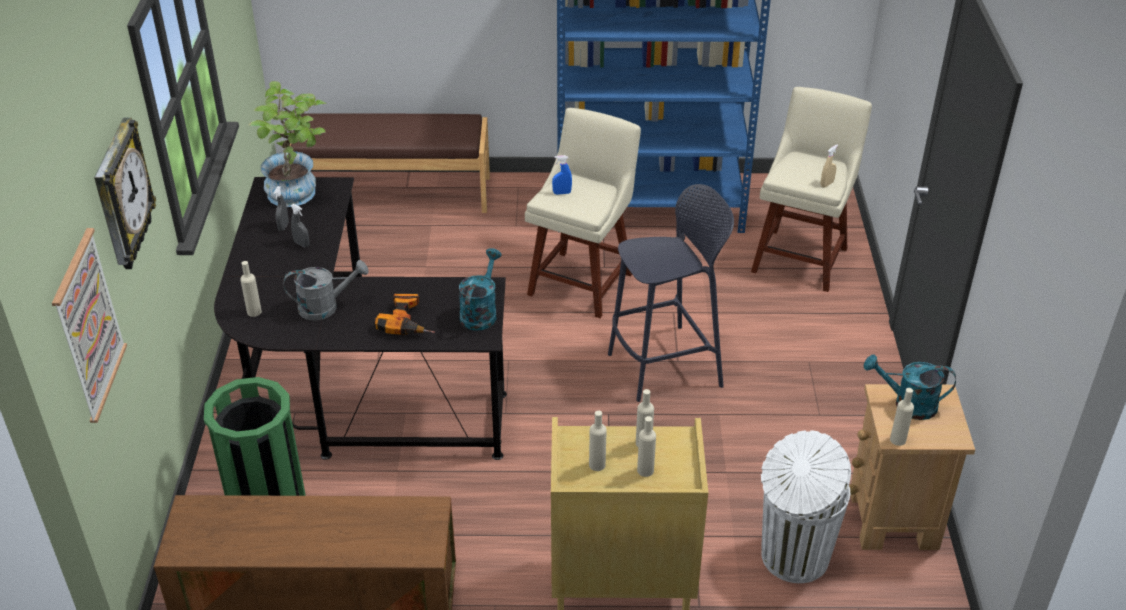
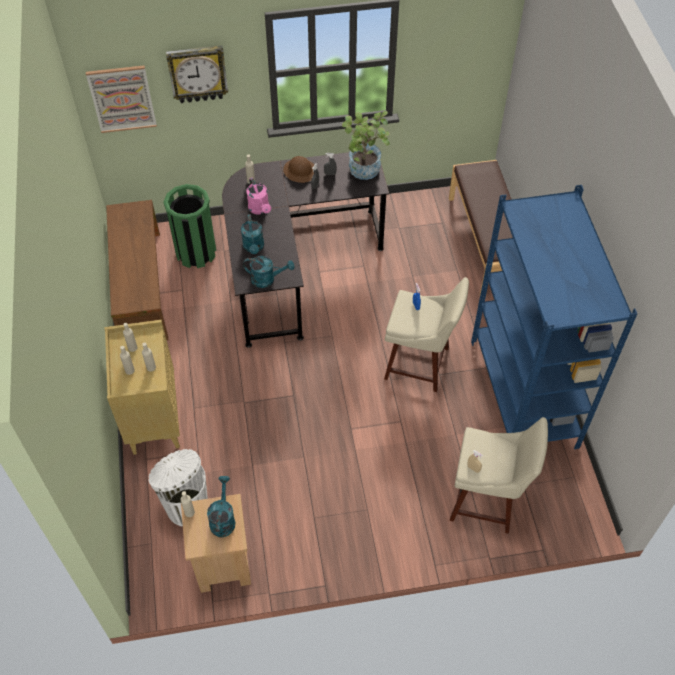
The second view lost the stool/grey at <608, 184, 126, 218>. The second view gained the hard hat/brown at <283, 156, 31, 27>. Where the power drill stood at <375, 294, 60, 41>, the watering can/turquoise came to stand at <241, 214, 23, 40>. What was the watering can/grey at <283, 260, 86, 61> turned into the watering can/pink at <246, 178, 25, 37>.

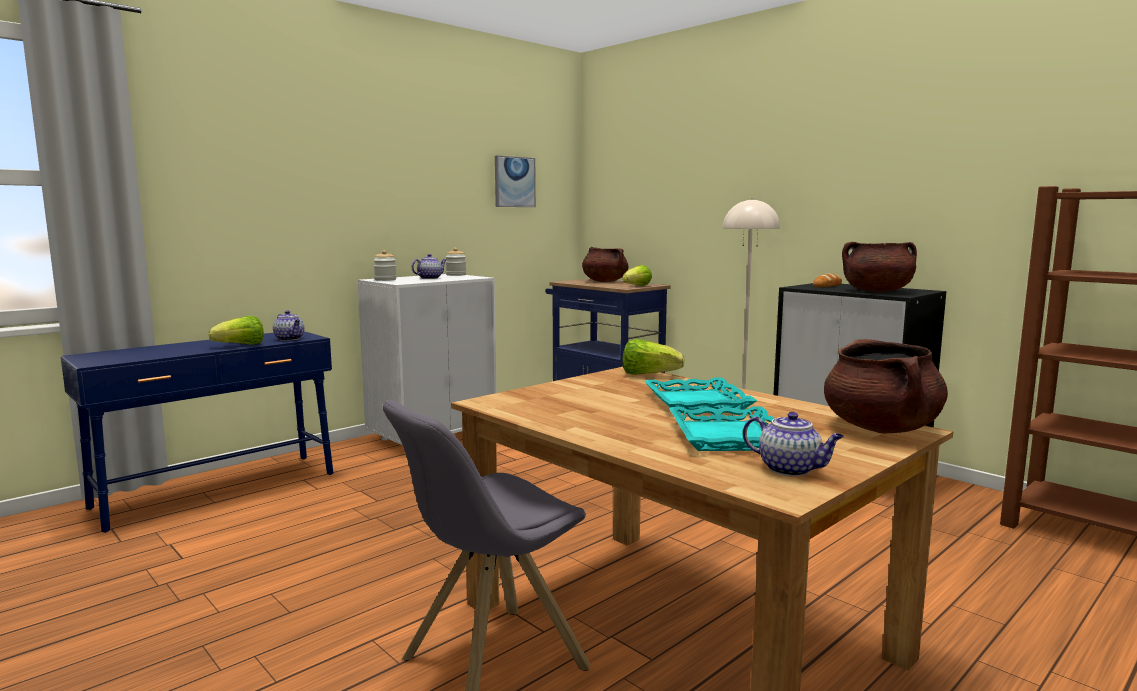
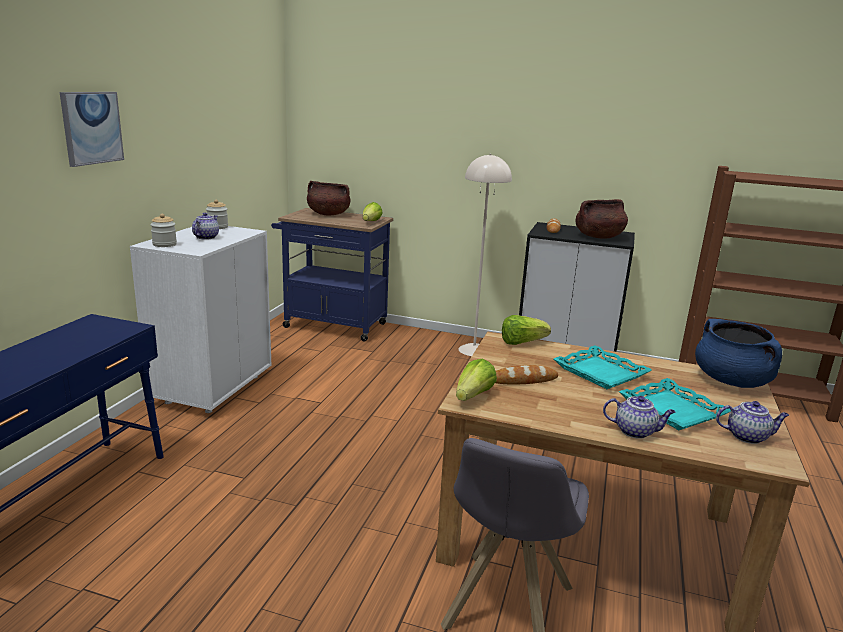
The second view gained the bread at <496, 365, 62, 19>. The lettuce ended up elsewhere, having gone from <209, 316, 55, 29> to <456, 359, 41, 42>. The teapot ended up elsewhere, having gone from <273, 310, 32, 31> to <603, 396, 72, 43>. The picture ended up elsewhere, having gone from <495, 155, 41, 52> to <60, 92, 64, 75>. What was the cooking pot/brown at <824, 339, 124, 95> turned into the cooking pot/blue at <695, 319, 87, 69>.

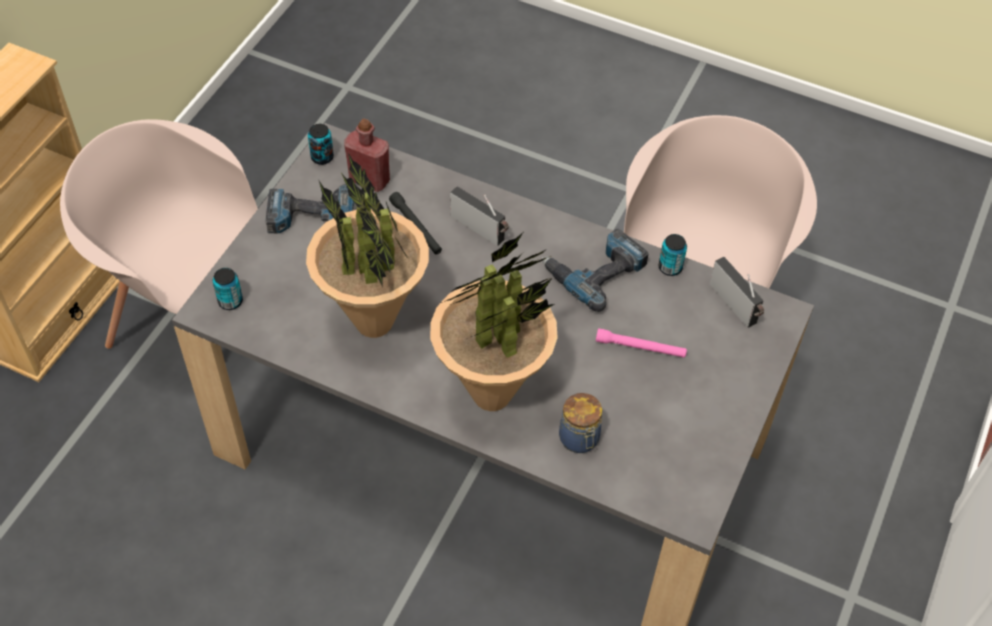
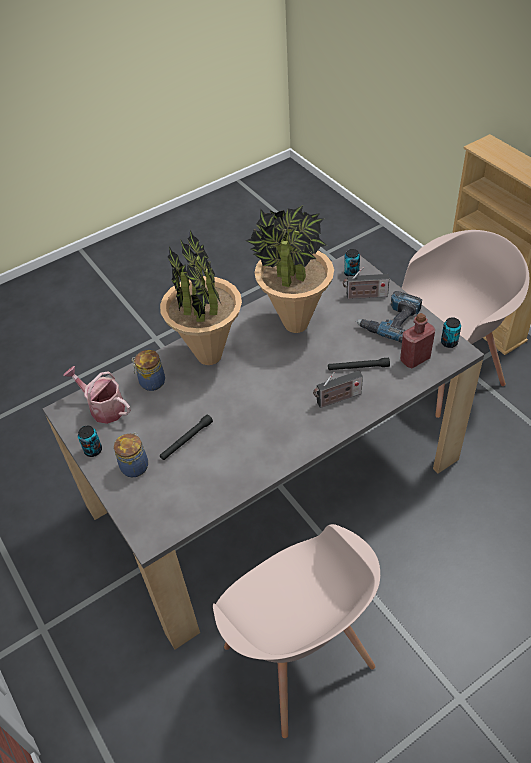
The second view lost the power drill at <542, 228, 107, 84>. The second view gained the watering can at <63, 366, 68, 58>. The second view gained the jar at <114, 433, 34, 44>. The can ended up elsewhere, having gone from <658, 234, 29, 42> to <78, 426, 24, 31>. The radio ended up elsewhere, having gone from <710, 257, 54, 71> to <343, 267, 46, 32>. What was the flashlight/pink at <596, 328, 91, 30> turned into the flashlight/black at <160, 414, 53, 46>.

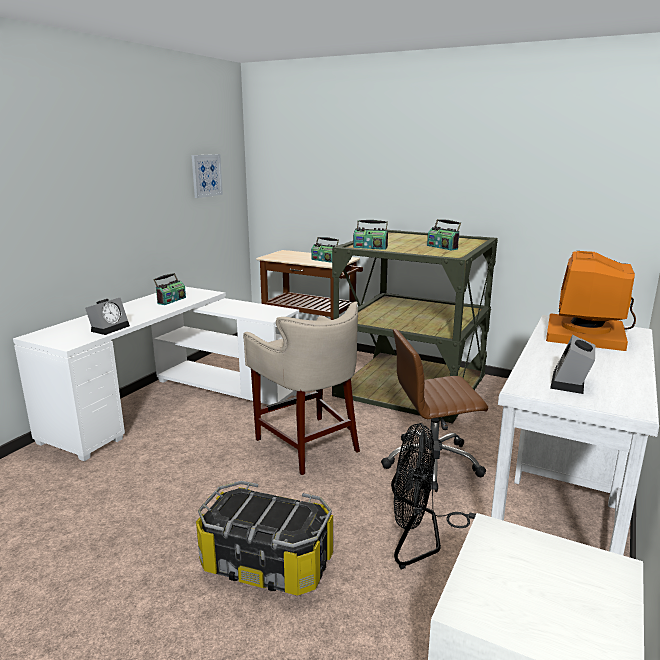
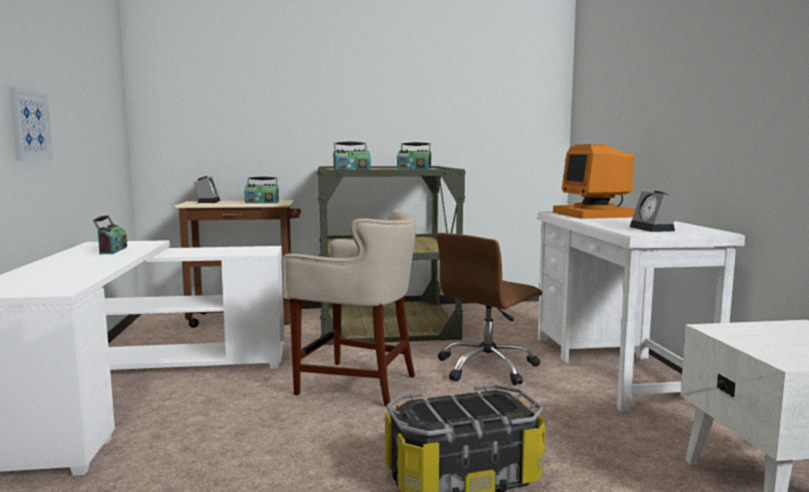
The second view lost the fan/black at <391, 423, 85, 147>. The alarm clock ended up elsewhere, having gone from <85, 298, 45, 37> to <193, 176, 27, 27>. The picture ended up elsewhere, having gone from <192, 154, 31, 44> to <9, 87, 44, 74>.

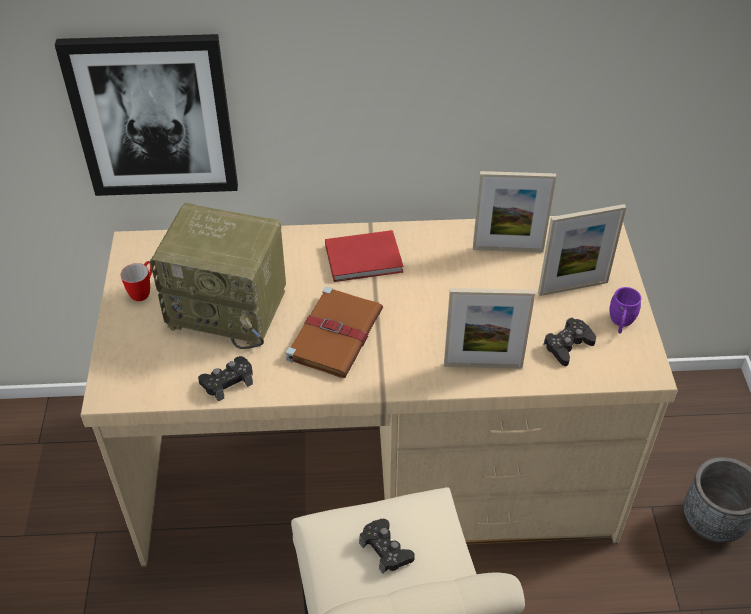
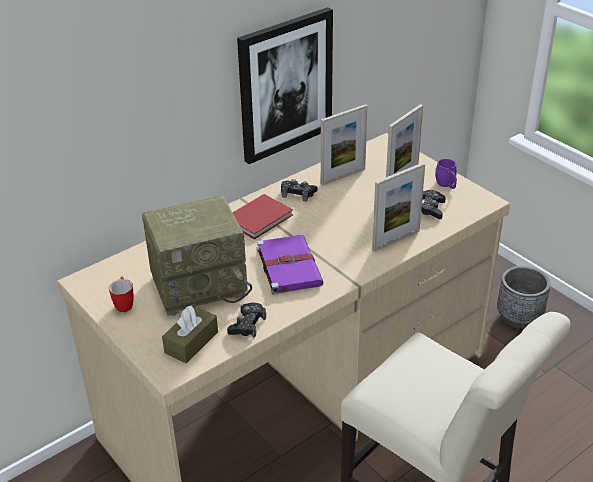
The second view gained the tissue box/brown at <162, 305, 56, 58>. The picture ended up elsewhere, having gone from <55, 34, 183, 162> to <237, 7, 96, 157>. The game controller/black ended up elsewhere, having gone from <359, 519, 56, 55> to <281, 179, 36, 23>. What was the book/brown at <286, 287, 97, 91> turned into the book/purple at <257, 235, 67, 60>.

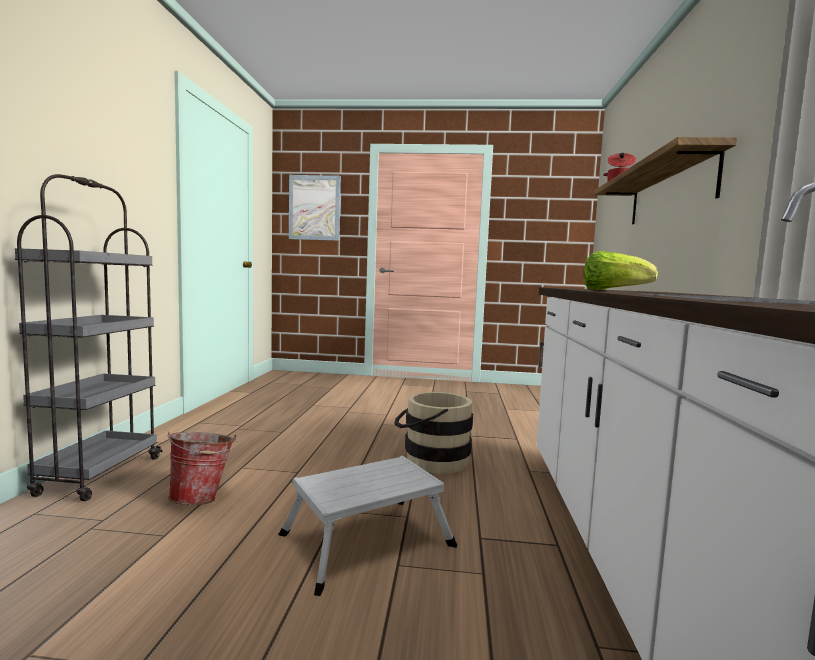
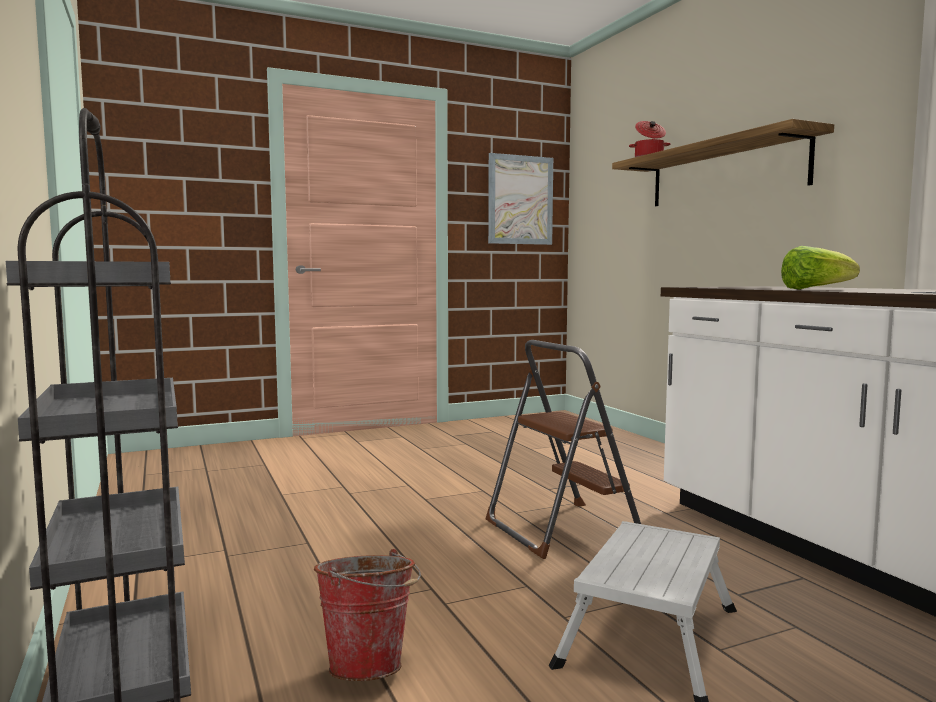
The picture ended up elsewhere, having gone from <289, 175, 52, 66> to <488, 153, 65, 92>. Where the bucket/beige stood at <394, 392, 79, 82>, the step ladder/brown came to stand at <486, 340, 155, 219>.

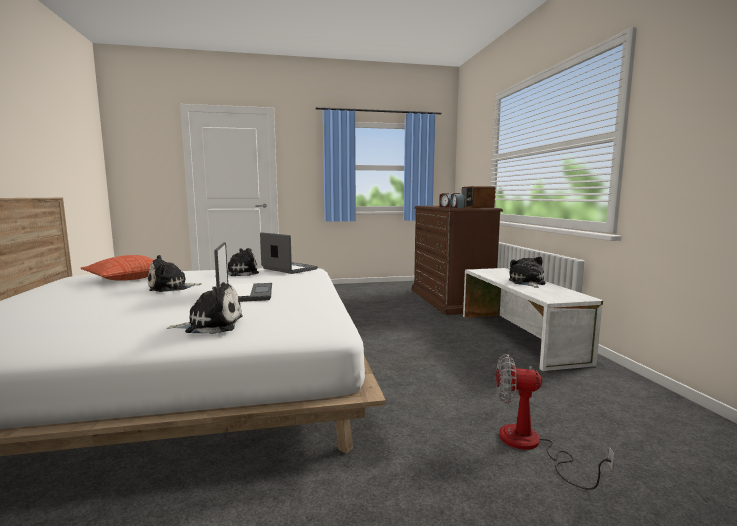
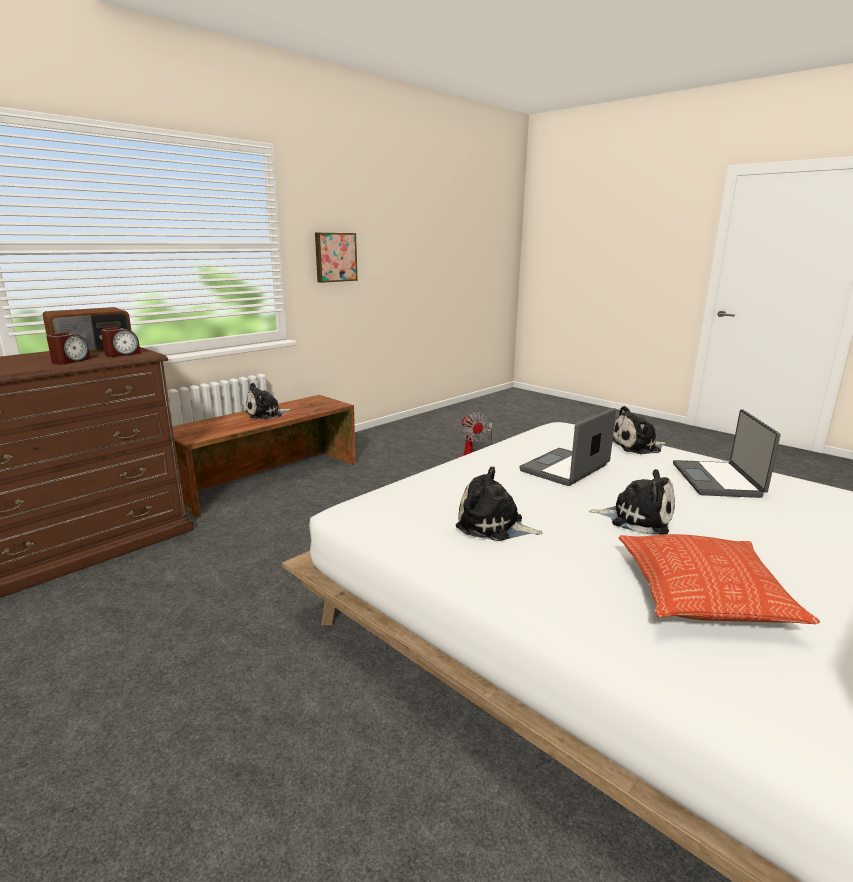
The second view gained the picture at <315, 232, 43, 51>. The laptop ended up elsewhere, having gone from <260, 232, 58, 42> to <673, 409, 107, 89>. What was the bench/white at <463, 268, 140, 103> turned into the bench/brown at <173, 395, 183, 122>. The plush toy at <167, 282, 76, 52> ended up facing another way, 60 degrees counterclockwise from before.

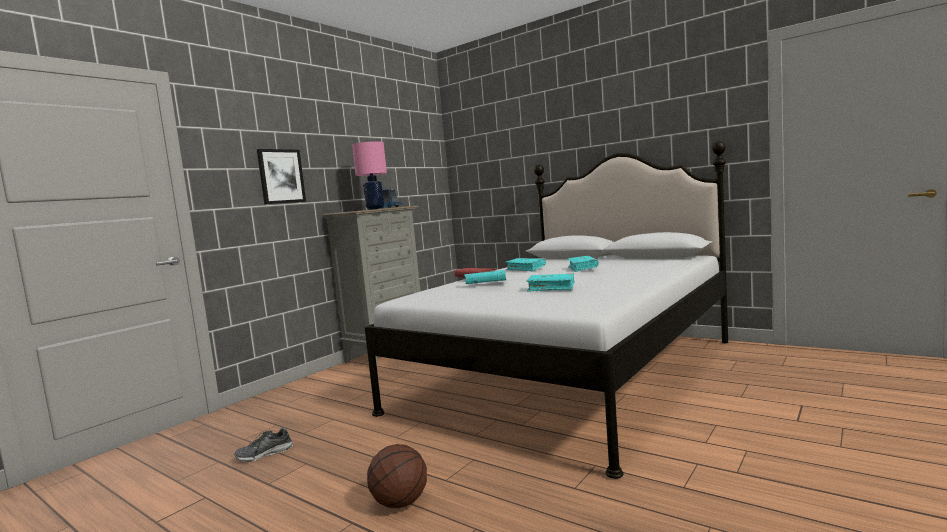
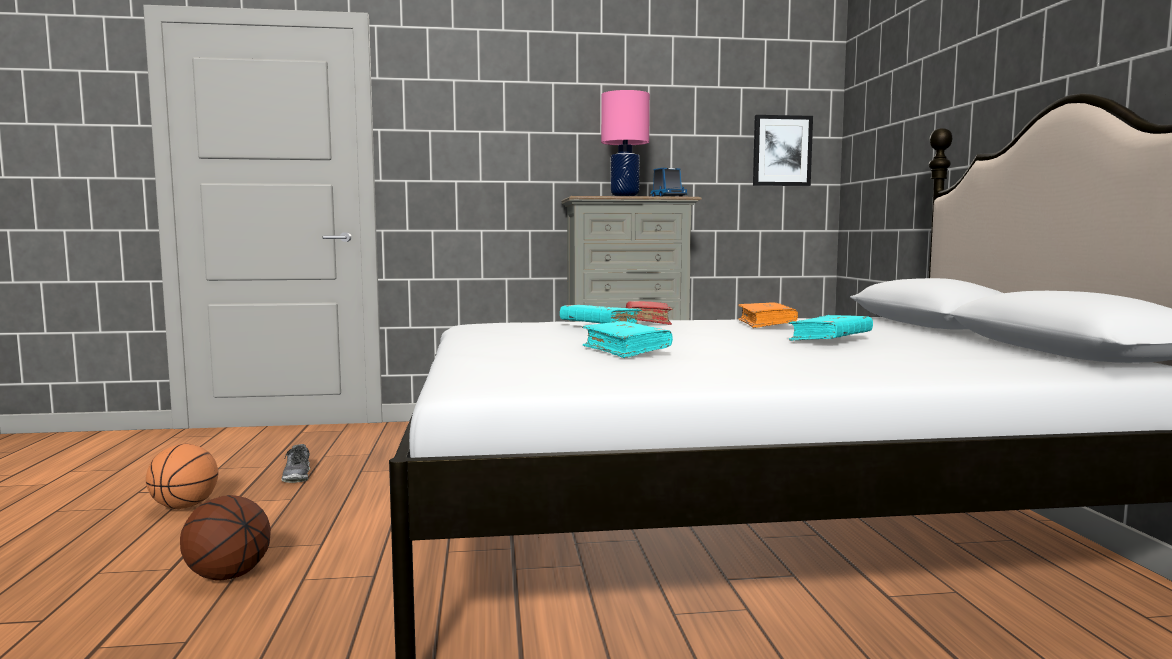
The second view gained the basketball at <146, 443, 72, 66>. The picture ended up elsewhere, having gone from <257, 149, 49, 56> to <753, 115, 60, 71>. What was the book/turquoise at <505, 258, 41, 14> turned into the book/orange at <738, 303, 60, 25>. The shoe at <234, 428, 59, 34> ended up facing another way, 120 degrees counterclockwise from before.

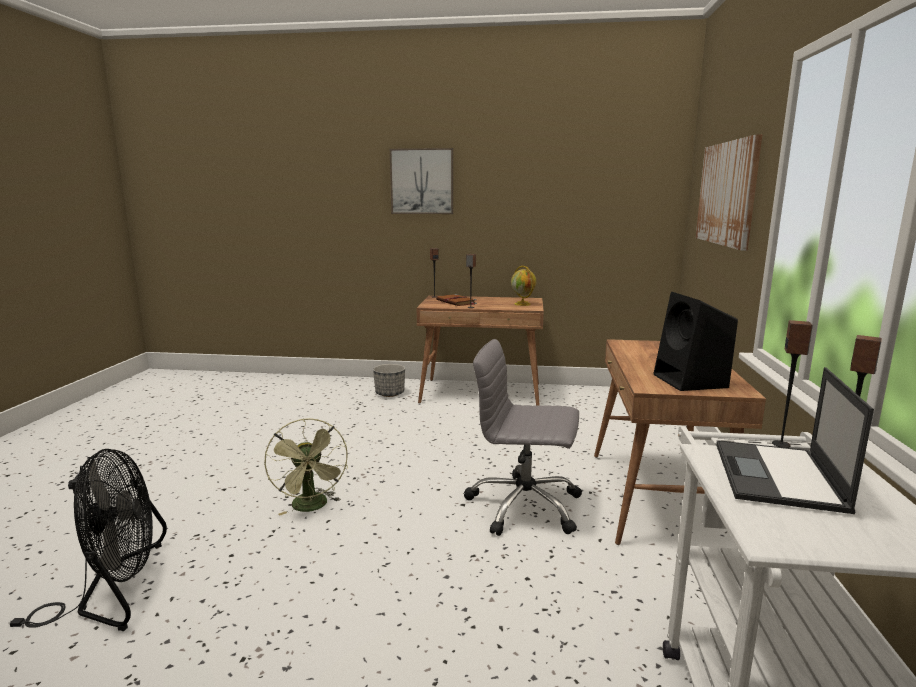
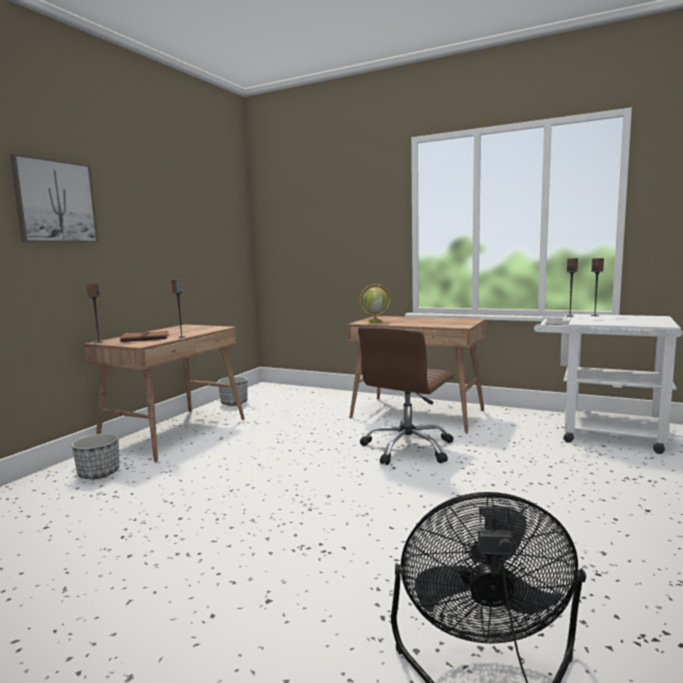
The second view lost the fan/green at <264, 418, 84, 97>. The second view lost the speaker/black at <653, 292, 85, 99>. The second view lost the picture at <696, 134, 66, 117>. The second view lost the laptop at <716, 367, 158, 147>. The second view gained the planter at <218, 376, 29, 30>. The globe ended up elsewhere, having gone from <511, 266, 25, 40> to <359, 284, 31, 39>. What was the office chair/grey at <464, 339, 118, 197> turned into the office chair/brown at <358, 327, 96, 138>.

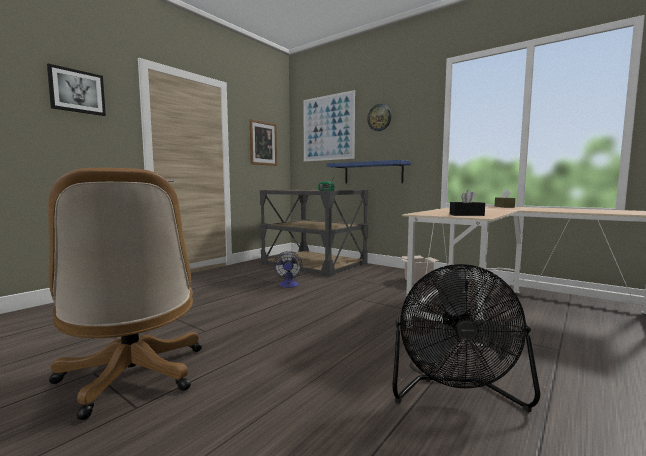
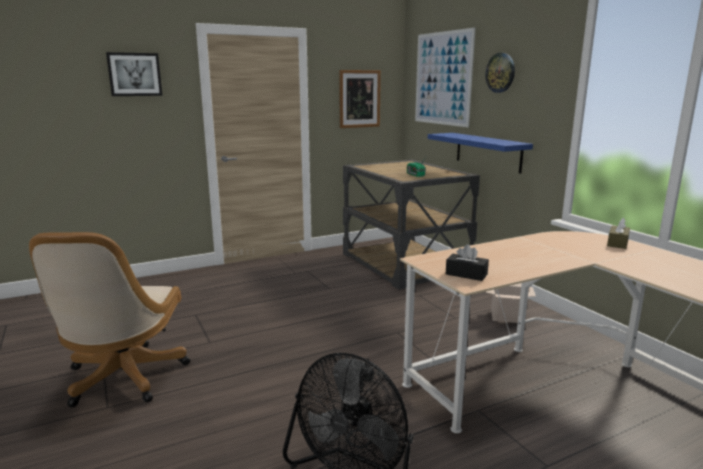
The second view lost the fan at <274, 251, 29, 37>.

